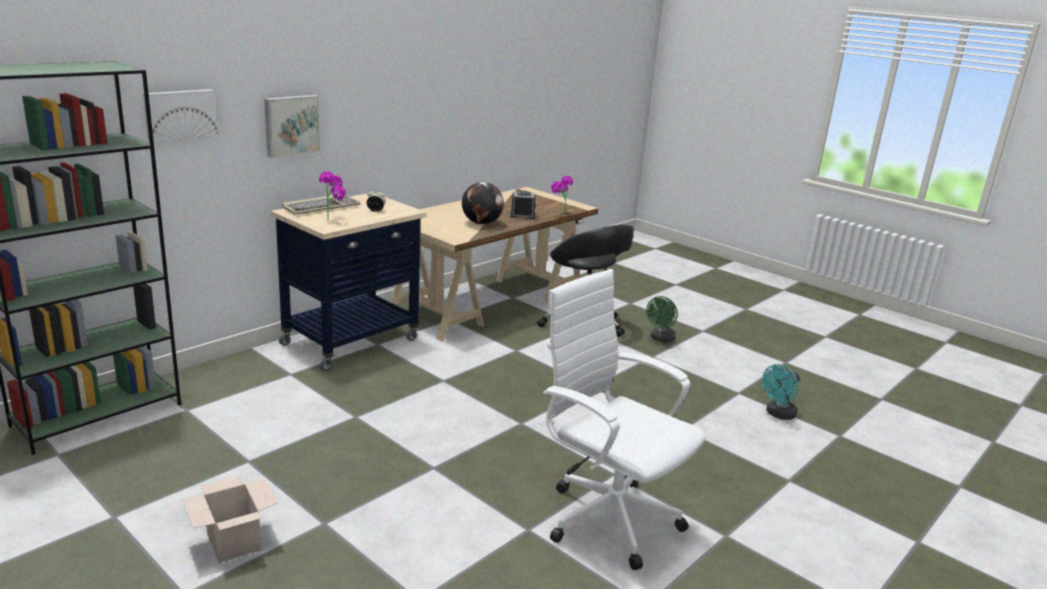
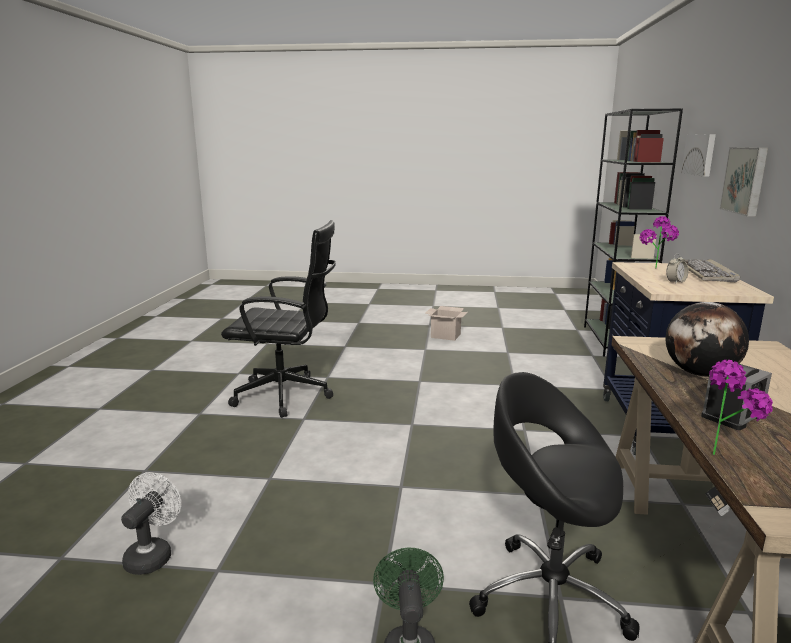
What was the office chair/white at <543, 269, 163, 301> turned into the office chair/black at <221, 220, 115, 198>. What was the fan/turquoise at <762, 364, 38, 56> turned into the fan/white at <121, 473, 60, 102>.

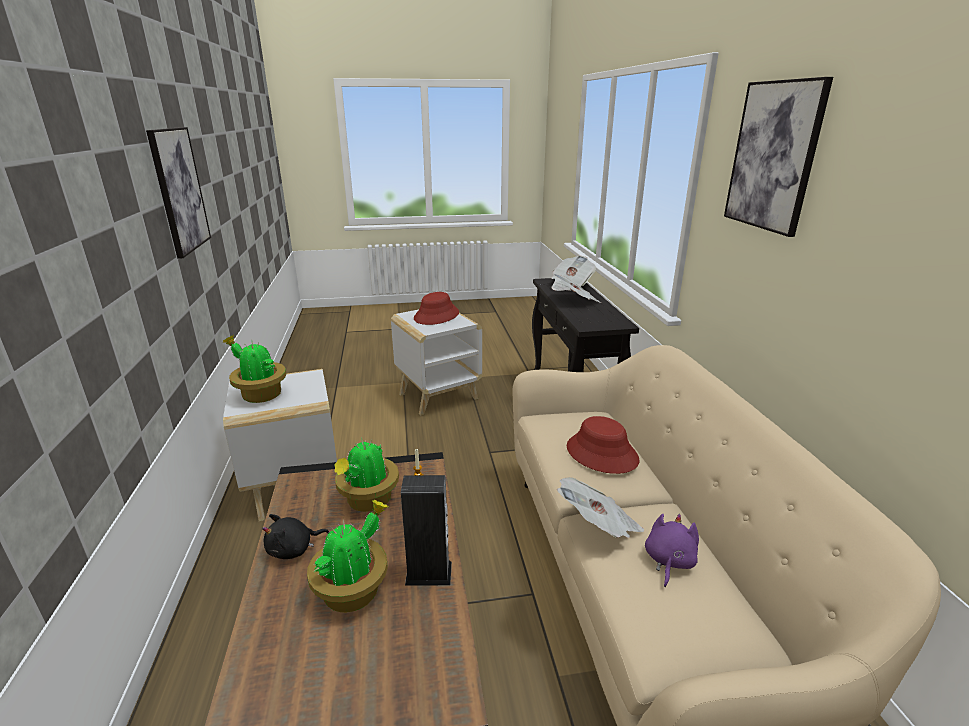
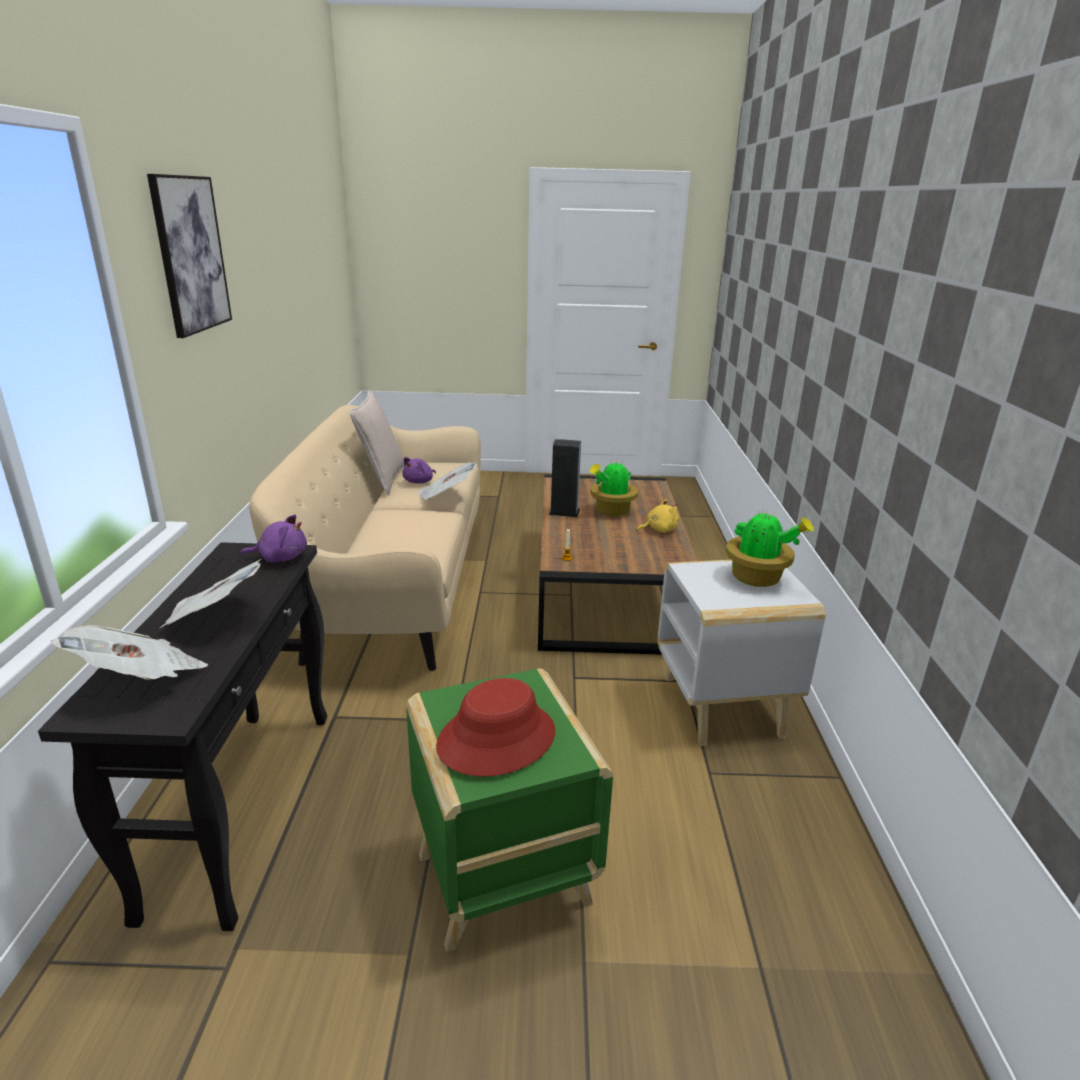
The second view lost the picture at <146, 127, 65, 132>. The second view lost the potted plant at <334, 437, 65, 75>. The second view lost the hat/red at <567, 416, 72, 58>. The second view gained the plush toy/purple at <240, 515, 67, 47>. The second view gained the pillow/beige at <350, 390, 55, 105>. What was the plush toy/black at <262, 514, 67, 45> turned into the plush toy/yellow at <636, 499, 43, 34>. What was the side table/white at <391, 310, 91, 106> turned into the side table/green at <406, 669, 207, 283>.

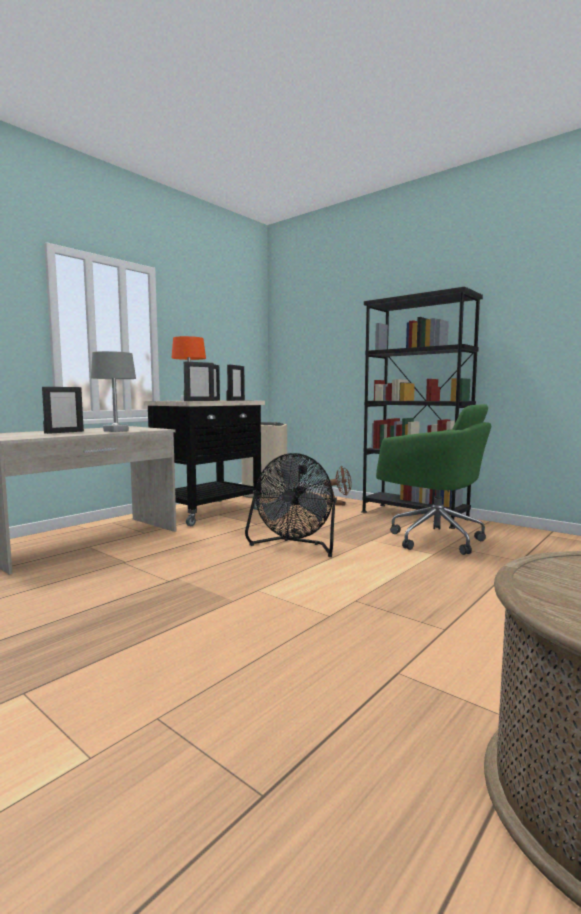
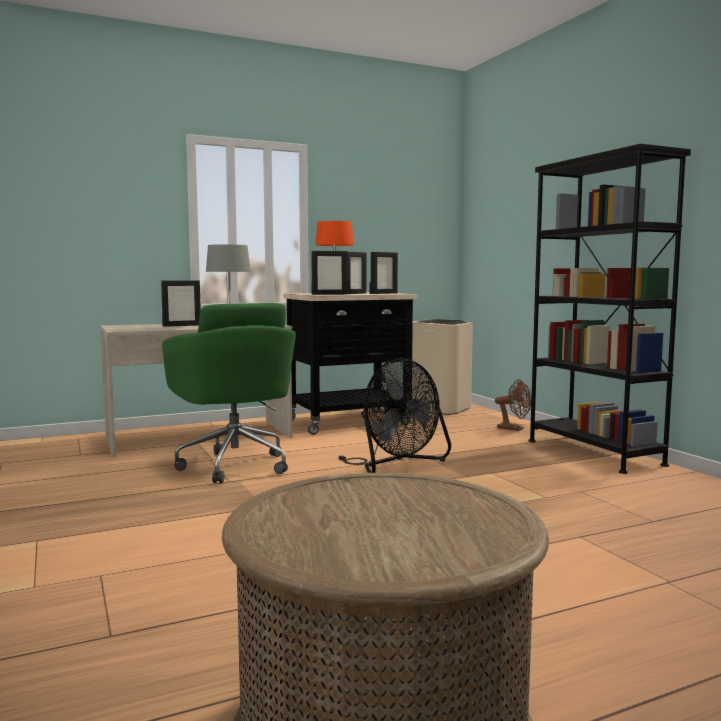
The office chair/green ended up elsewhere, having gone from <376, 404, 115, 151> to <162, 303, 134, 180>. The fan/black at <245, 453, 92, 104> ended up facing another way, 90 degrees counterclockwise from before.

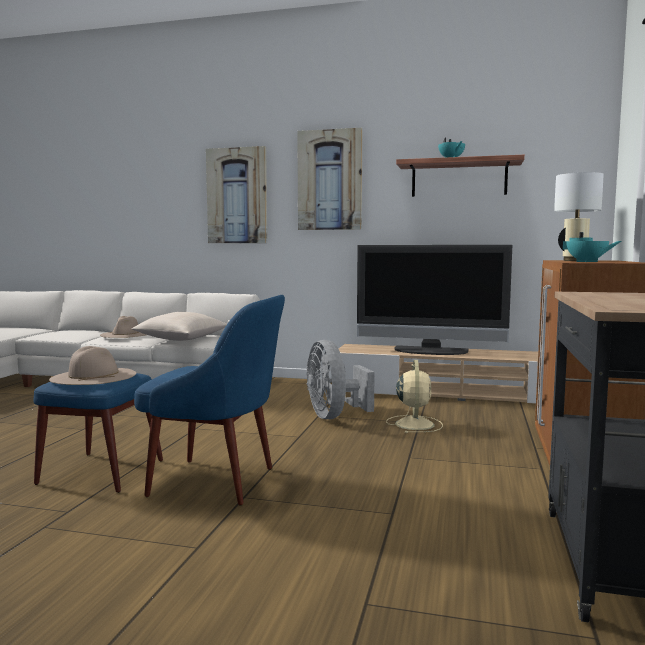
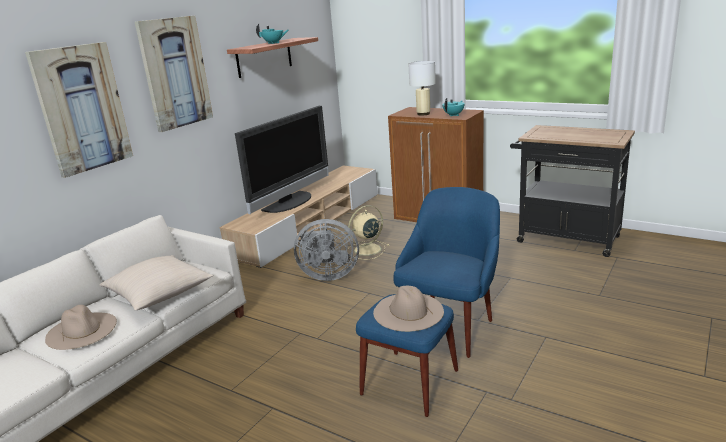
The fan/beige at <386, 360, 57, 73> ended up facing another way, 60 degrees counterclockwise from before.

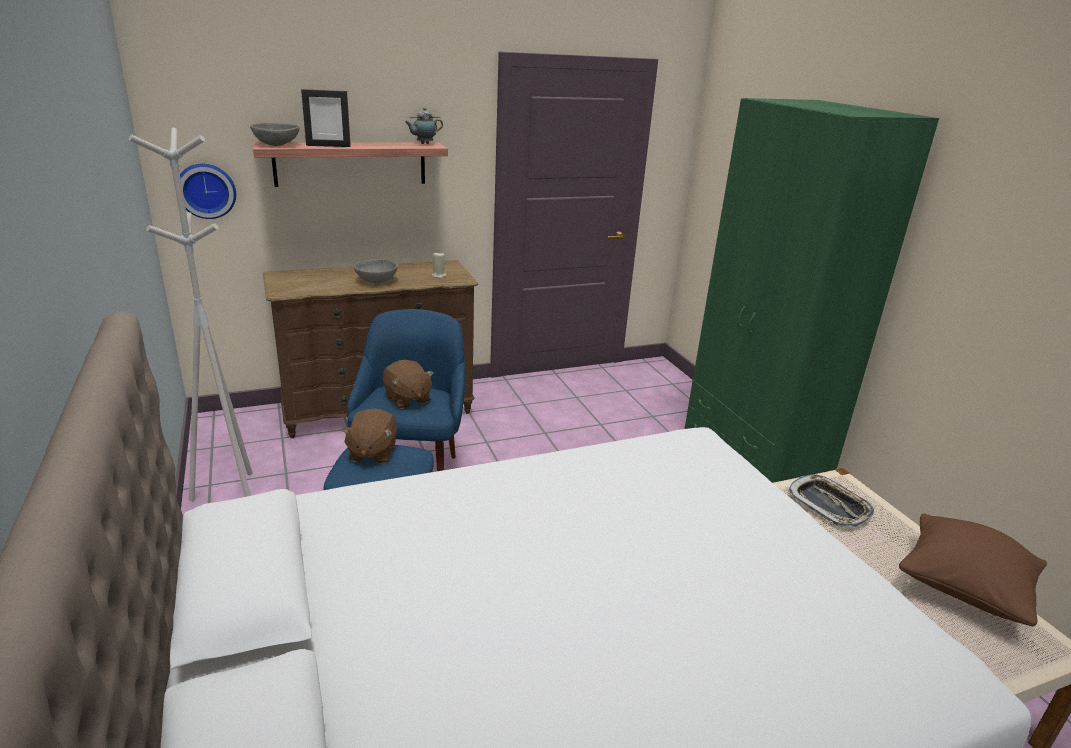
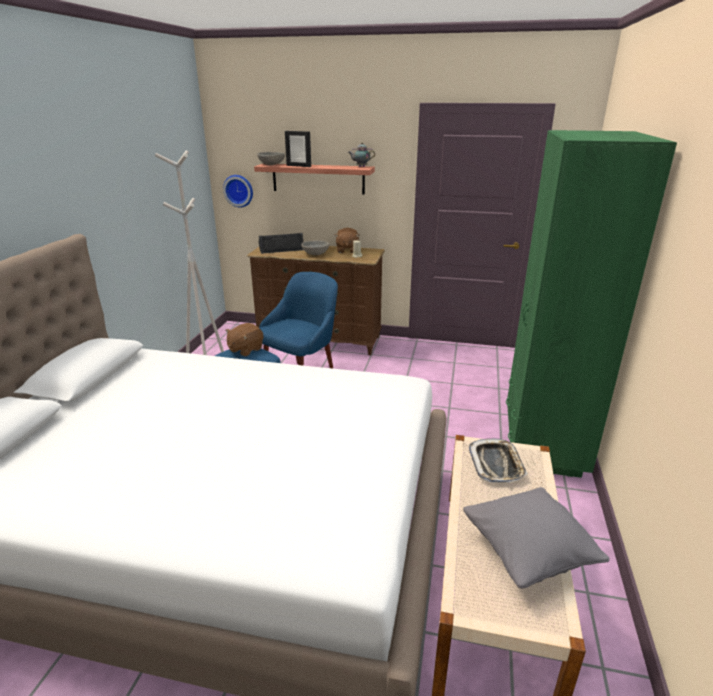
The second view gained the speaker/black at <259, 233, 44, 21>. The plush toy/brown ended up elsewhere, having gone from <383, 360, 51, 49> to <335, 228, 25, 25>. What was the pillow/brown at <899, 513, 148, 113> turned into the pillow/grey at <463, 487, 147, 101>.

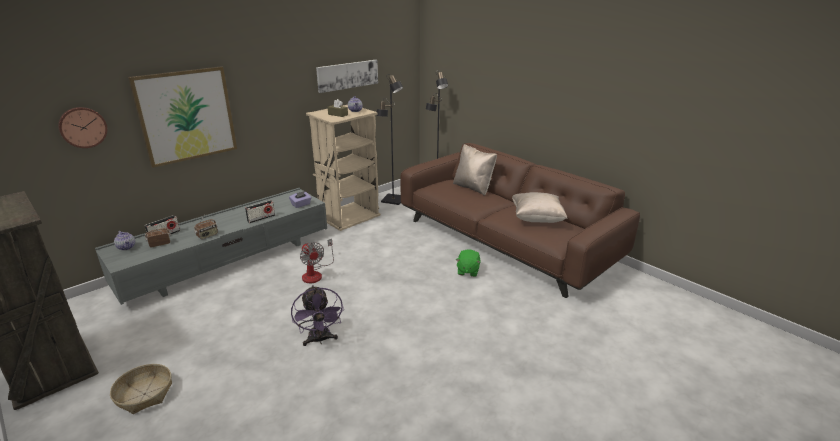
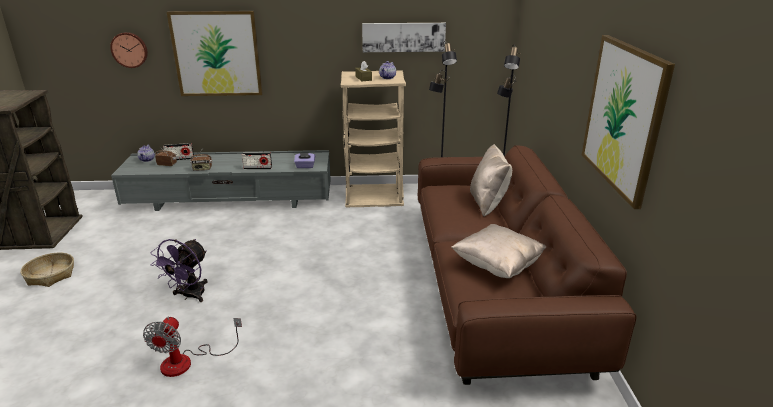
The second view lost the plush toy/green at <456, 249, 24, 28>. The second view gained the picture at <582, 35, 93, 174>. The fan ended up elsewhere, having gone from <300, 239, 34, 44> to <143, 317, 99, 60>.

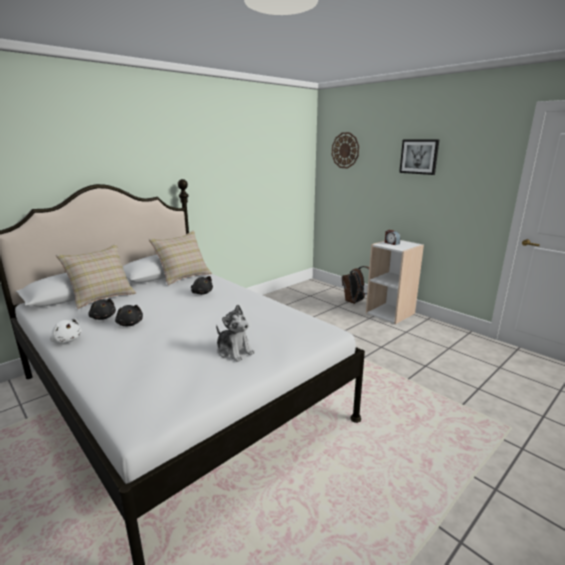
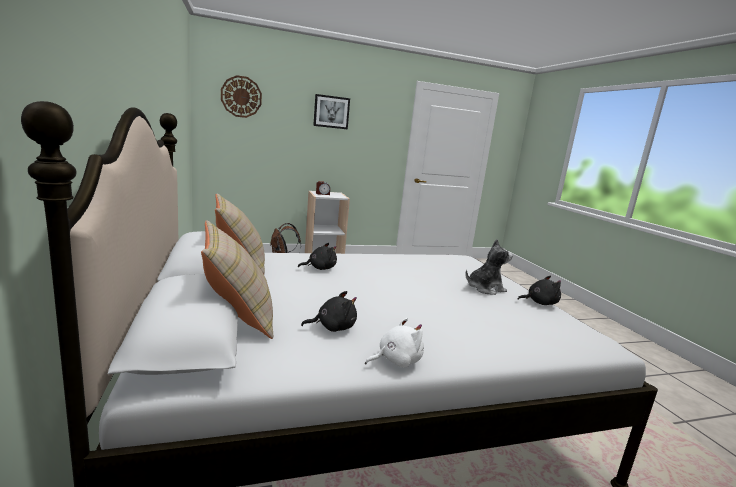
The plush toy/black ended up elsewhere, having gone from <115, 305, 28, 21> to <518, 276, 43, 29>.

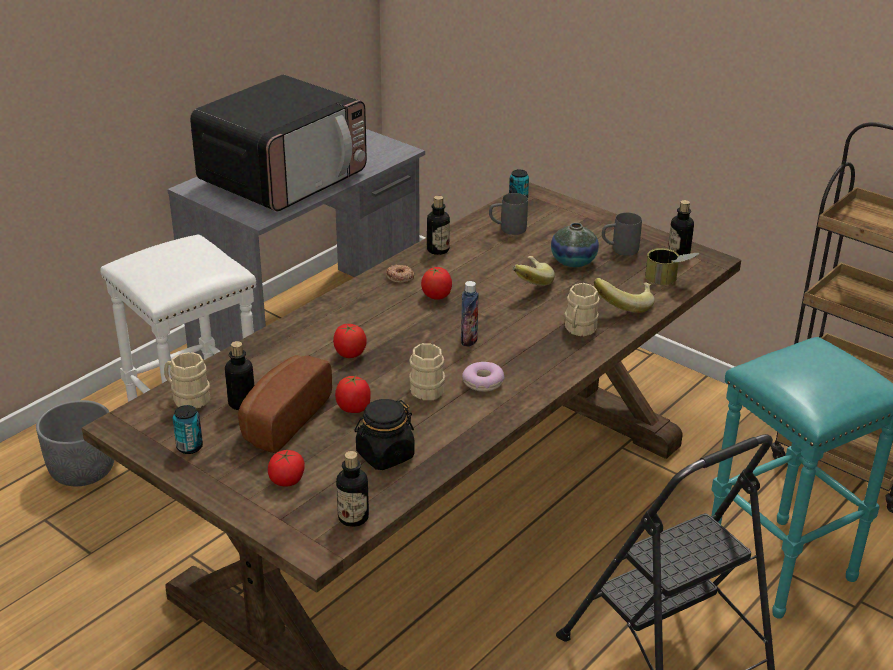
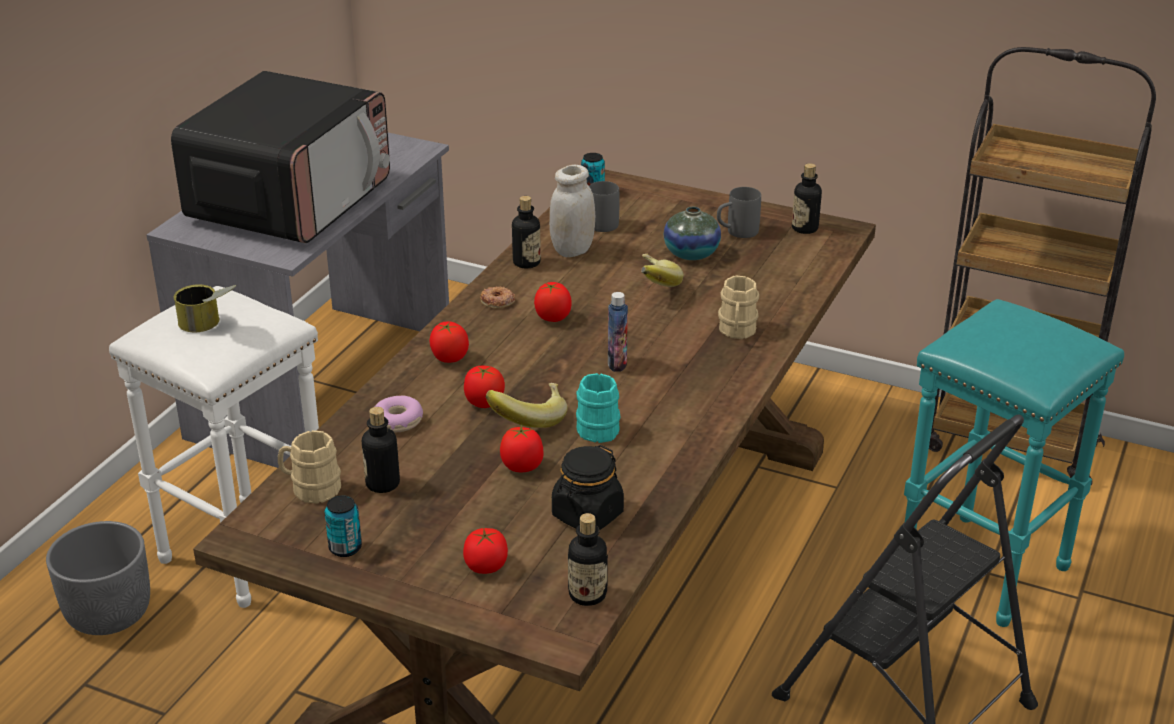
The second view lost the bread at <238, 355, 94, 98>. The second view gained the tomato at <430, 321, 39, 42>. The second view gained the jar/white at <549, 165, 46, 92>. The donut ended up elsewhere, having gone from <462, 362, 42, 30> to <375, 396, 48, 36>. The banana ended up elsewhere, having gone from <594, 278, 61, 35> to <485, 383, 82, 45>. The can ended up elsewhere, having gone from <645, 248, 54, 37> to <174, 284, 62, 48>. What was the mug/beige at <409, 343, 37, 57> turned into the mug/turquoise at <576, 373, 45, 70>.

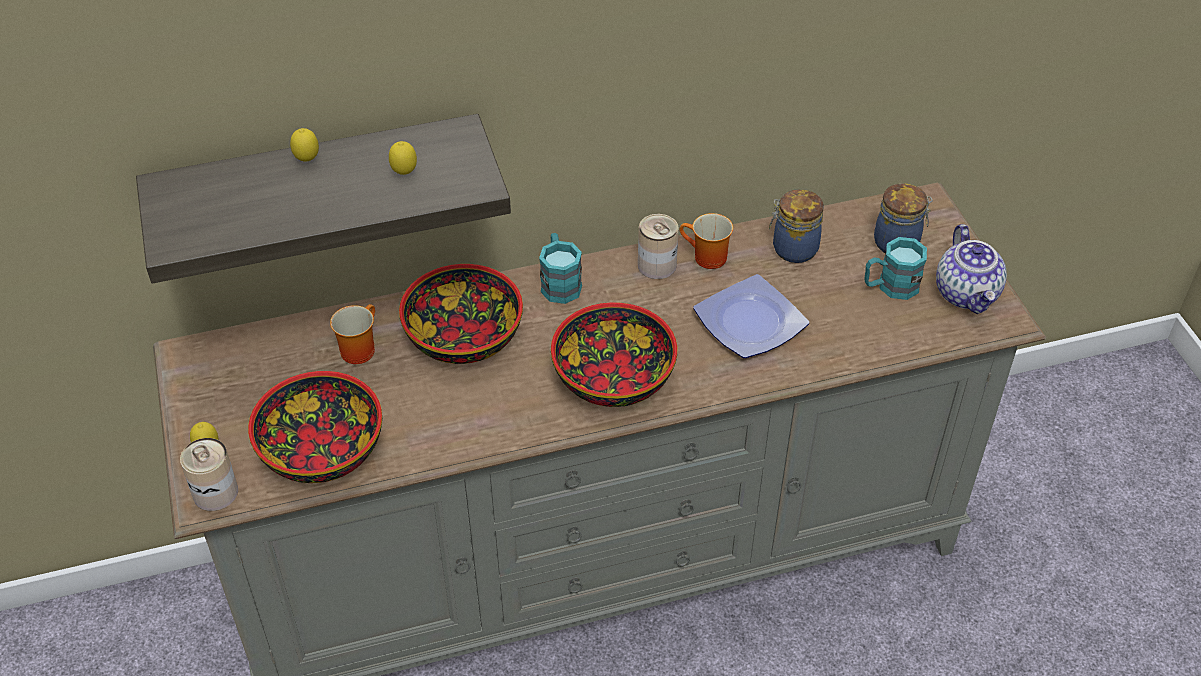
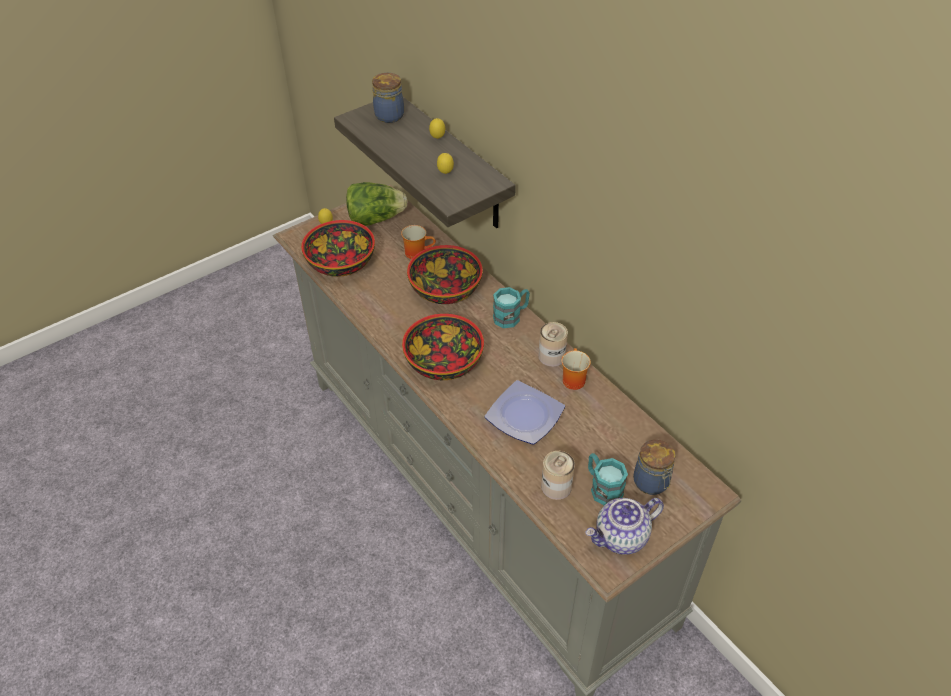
The second view gained the lettuce at <346, 182, 62, 44>. The can ended up elsewhere, having gone from <180, 438, 58, 73> to <541, 451, 34, 49>. The jar ended up elsewhere, having gone from <769, 189, 55, 74> to <372, 73, 32, 50>.

